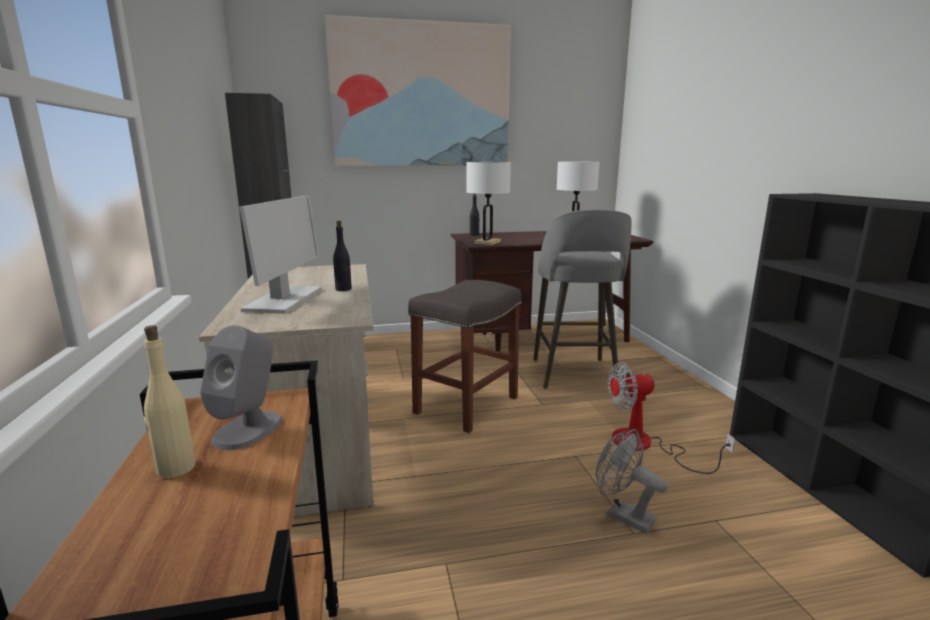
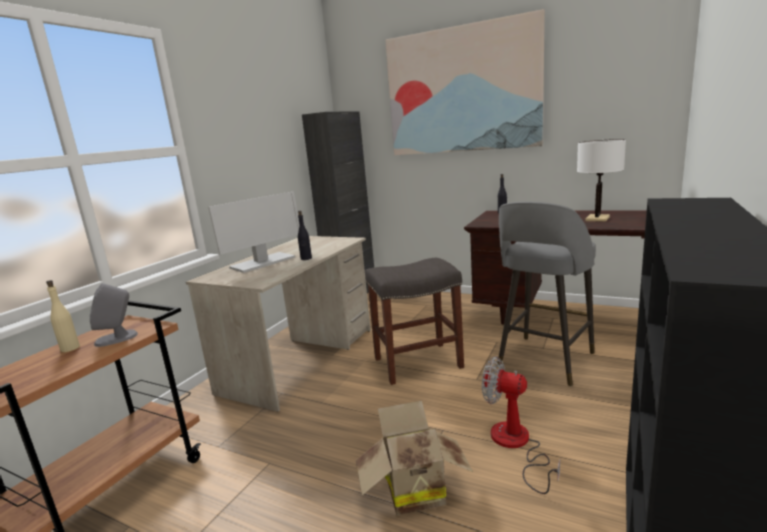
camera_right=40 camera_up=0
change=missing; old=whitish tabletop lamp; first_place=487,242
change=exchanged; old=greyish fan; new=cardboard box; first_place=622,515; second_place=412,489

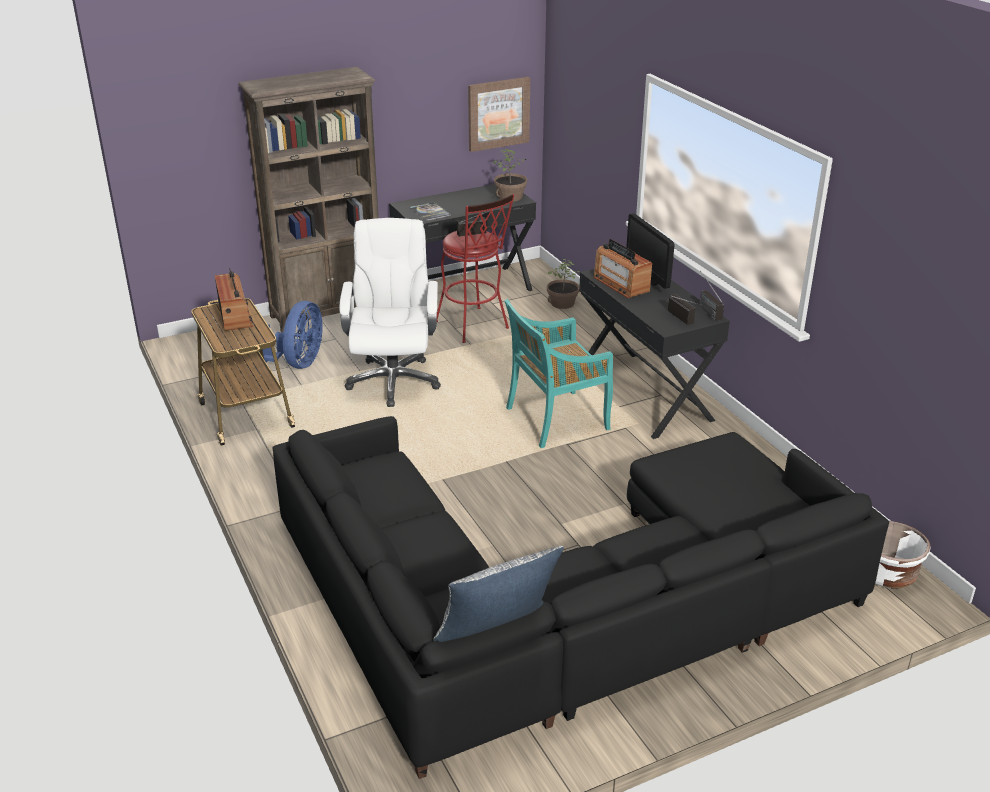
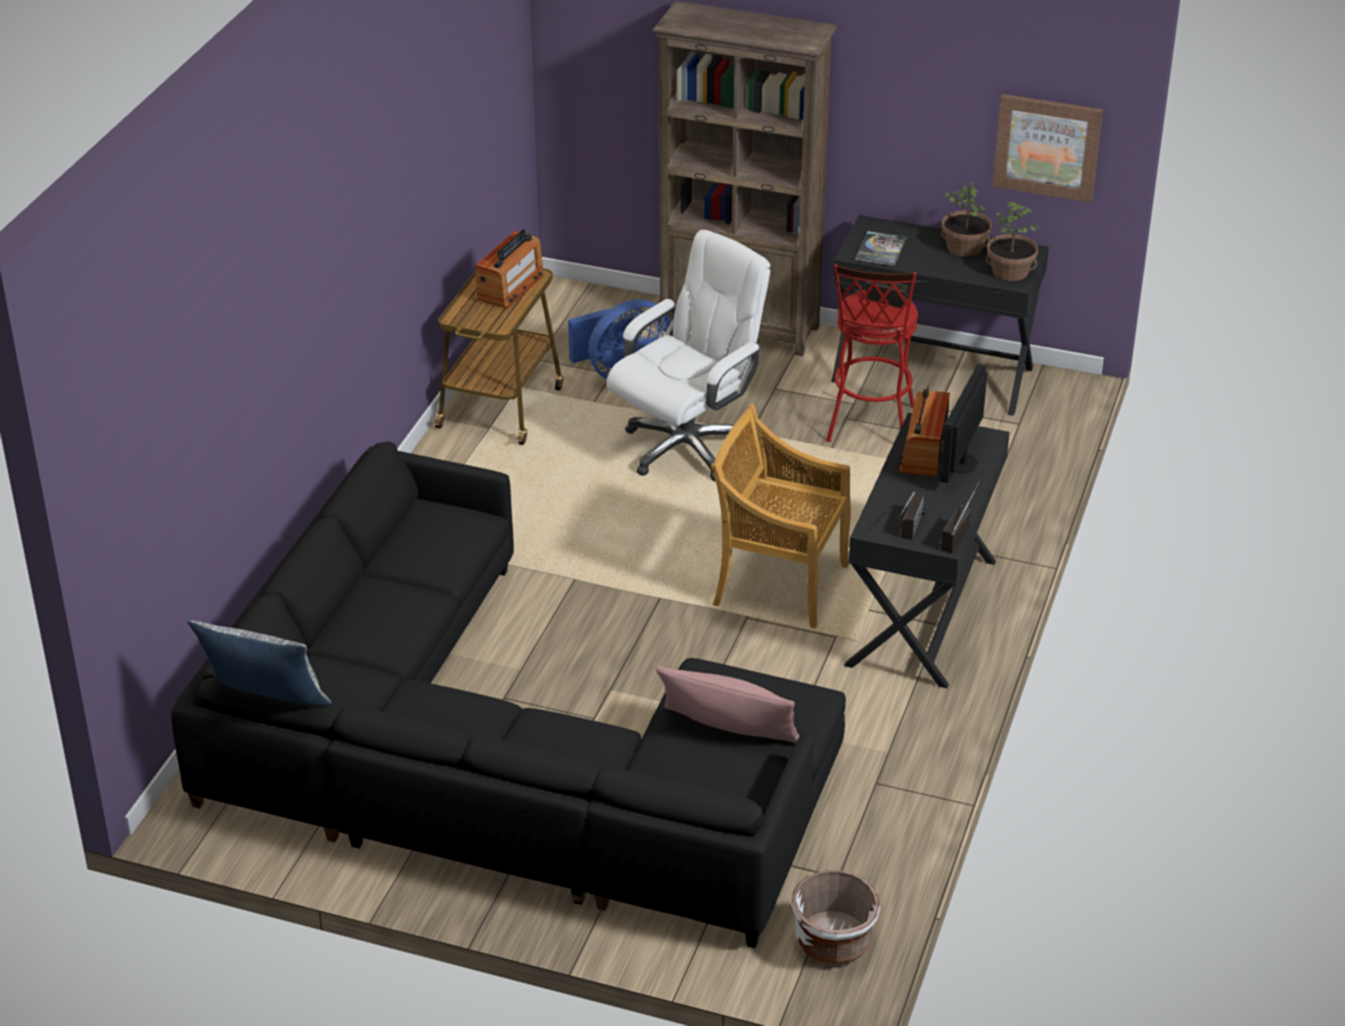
camera_right=45 camera_up=5
change=relocated; old=houseplant; first_place=562,303; second_place=965,247
change=colour; old=turquoise-coloured plain chair; new=beige plain chair; first_place=555,420; second_place=778,584
change=appeared; new=pinkish cushion; second_place=728,731

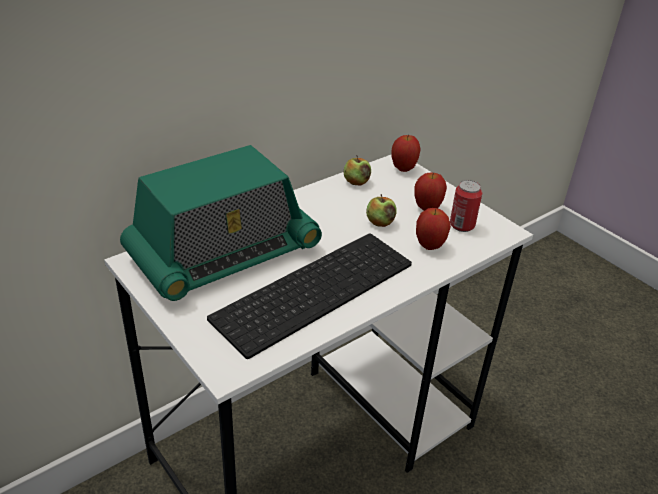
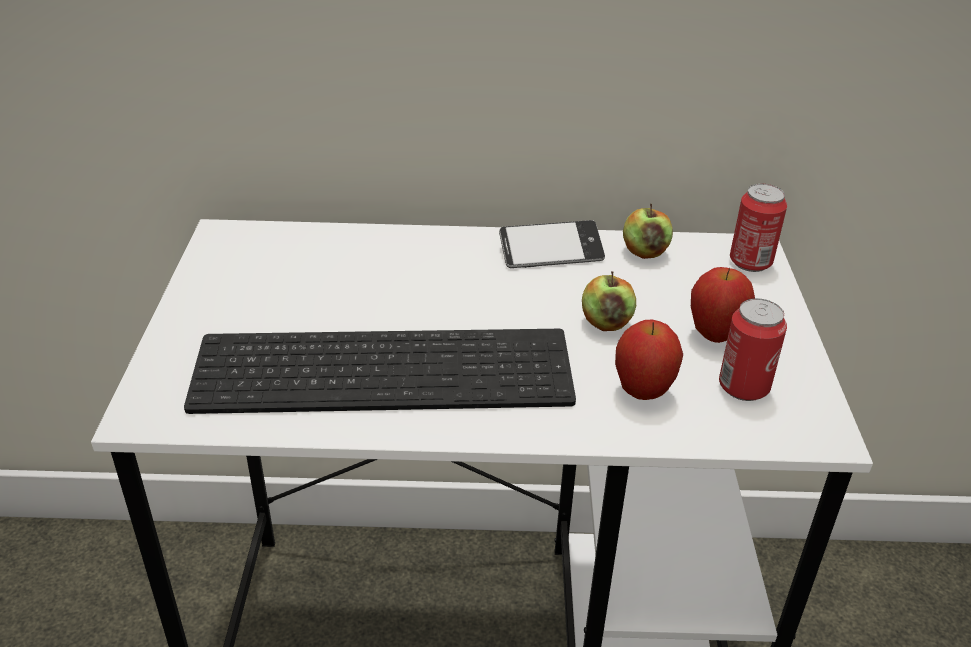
camera_right=40 camera_up=0
change=exchanged; old=apple; new=can; first_place=403,169; second_place=750,262
change=missing; old=radio receiver; first_place=223,253
change=appeared; new=phone; second_place=551,252

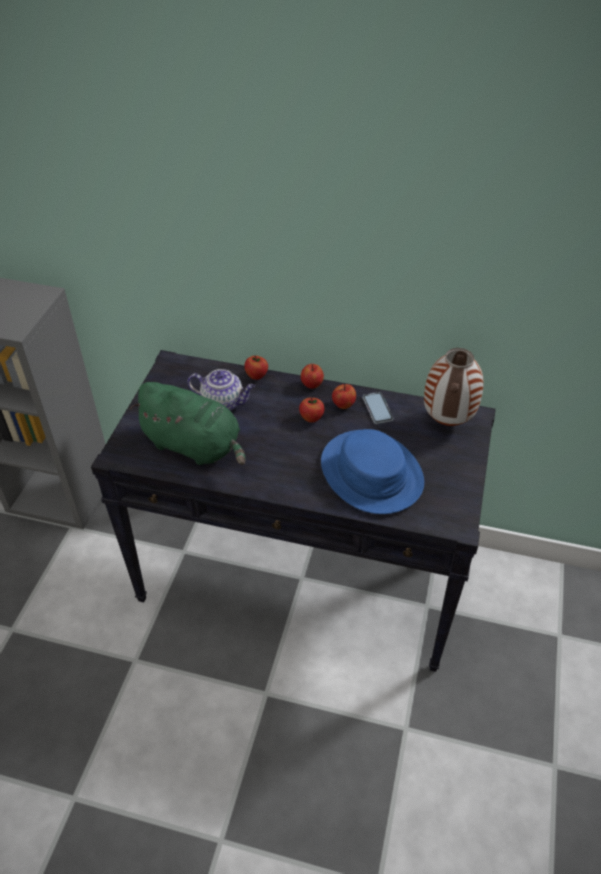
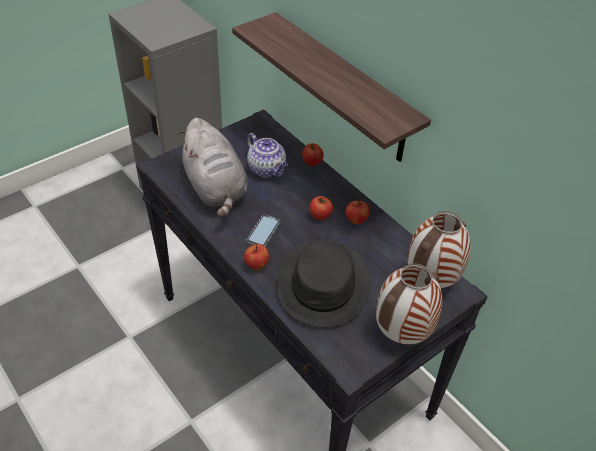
camera_right=35 camera_up=0
change=relocated; old=apple; first_place=312,385; second_place=256,265
change=colour; old=green plush toy; new=greyish plush toy; first_place=195,446; second_place=216,189
change=relocated; old=phone; first_place=377,408; second_place=263,231
change=colour; old=blue-coloured wearable hat; new=black wearable hat; first_place=372,472; second_place=323,284
change=appeared; new=bracket shelf; second_place=343,88
change=appeared; new=decorative vase; second_place=401,335

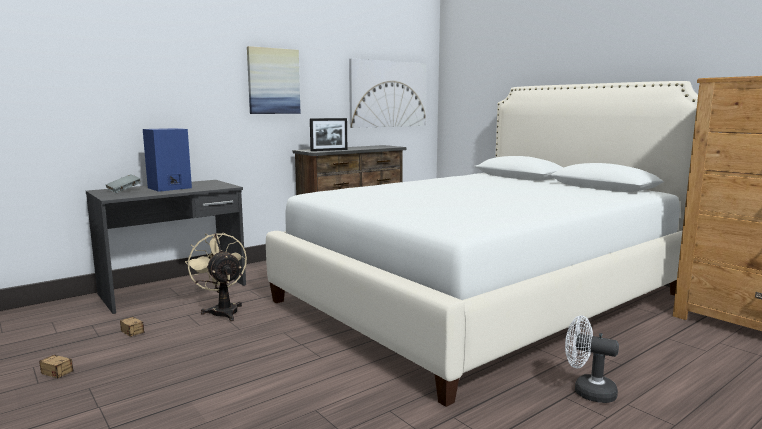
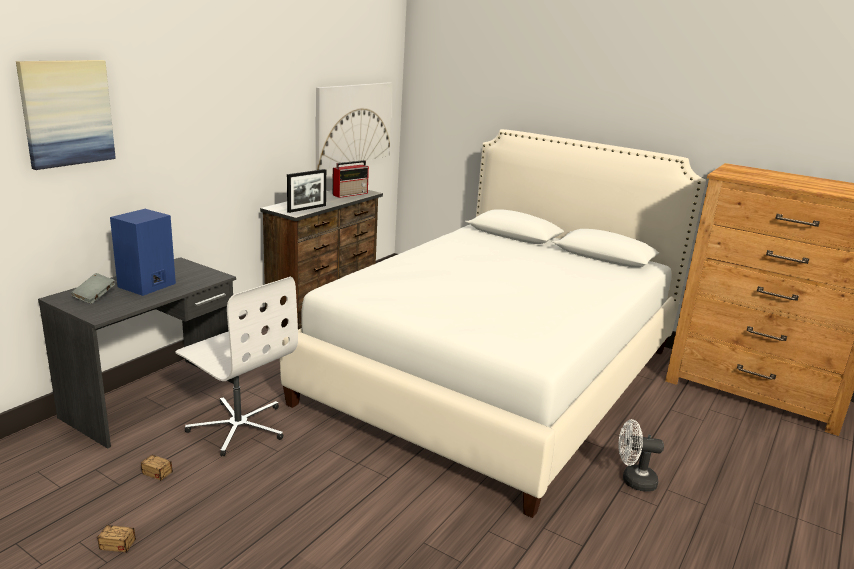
camera_right=-20 camera_up=10
change=relocated; old=wall picture; first_place=273,81; second_place=67,113
change=exchanged; old=beige fan; new=whitish computer chair; first_place=222,310; second_place=238,426
change=appeared; new=radio receiver; second_place=351,194

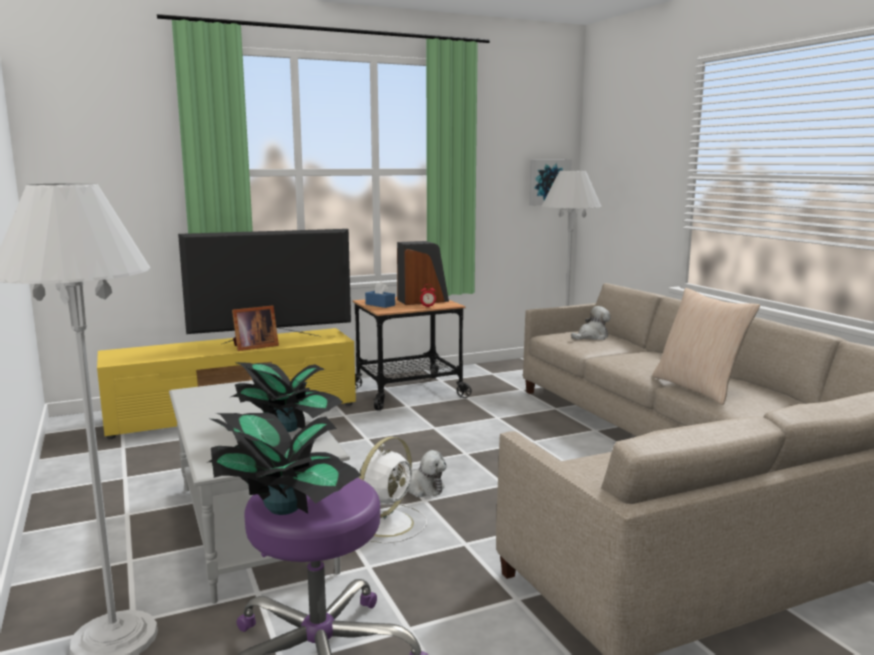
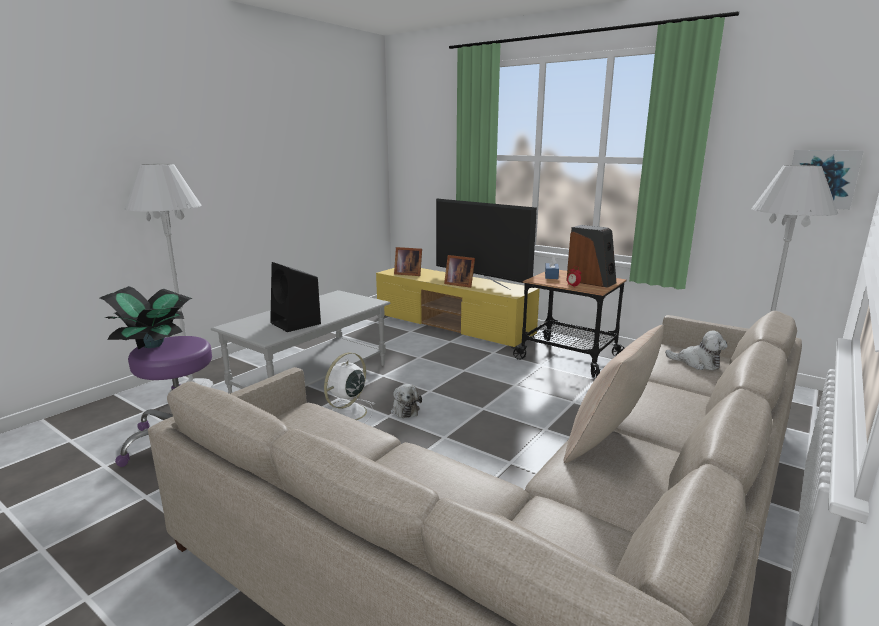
camera_right=60 camera_up=5
change=exchanged; old=houseplant; new=black audio speaker; first_place=286,428; second_place=296,323
change=spun; old=whitish fan; first_place=388,523; second_place=346,413; degrees=120
change=appeared; new=standing frame; second_place=407,274

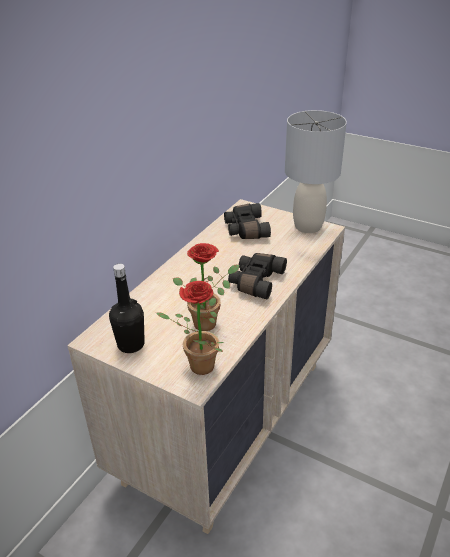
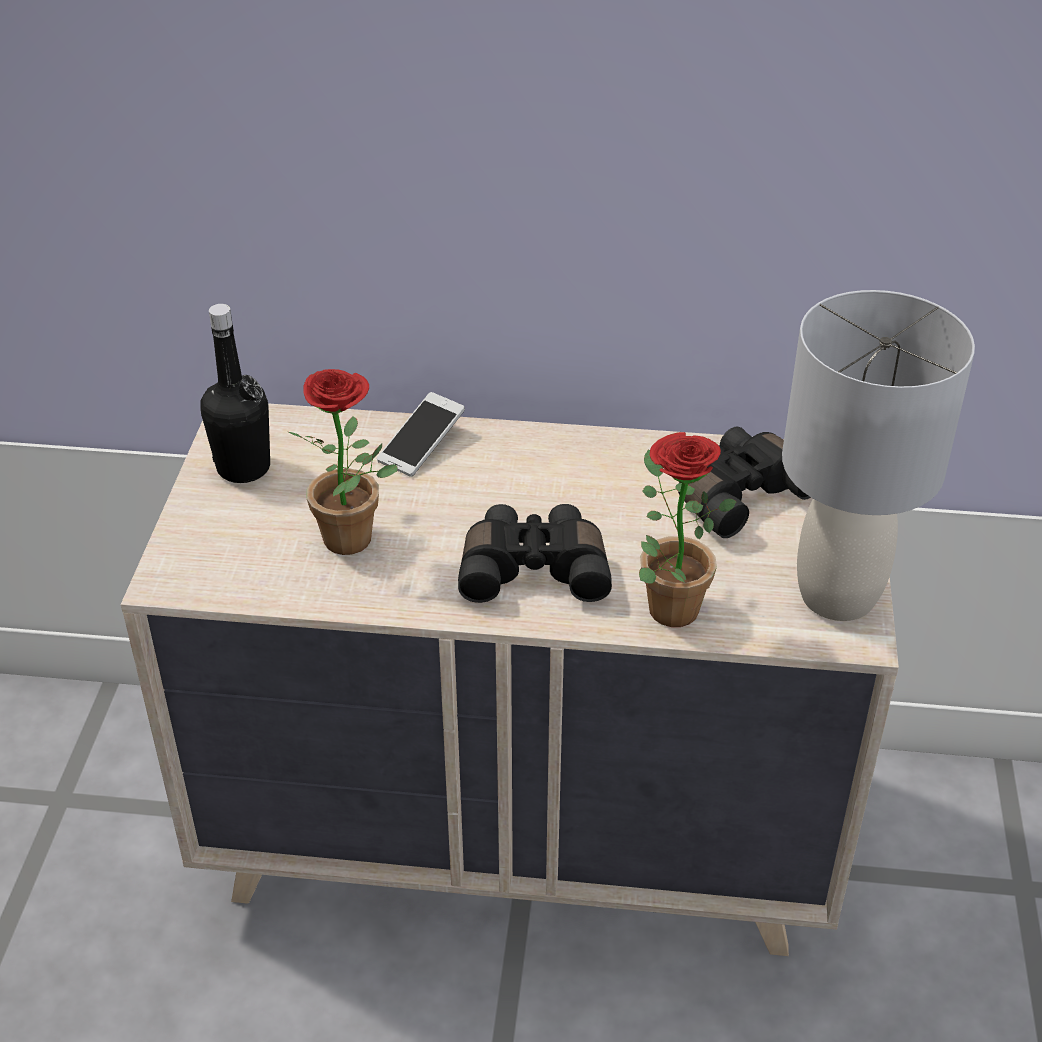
camera_right=65 camera_up=5
change=relocated; old=houseplant; first_place=196,367; second_place=665,603
change=appeared; new=phone; second_place=421,446

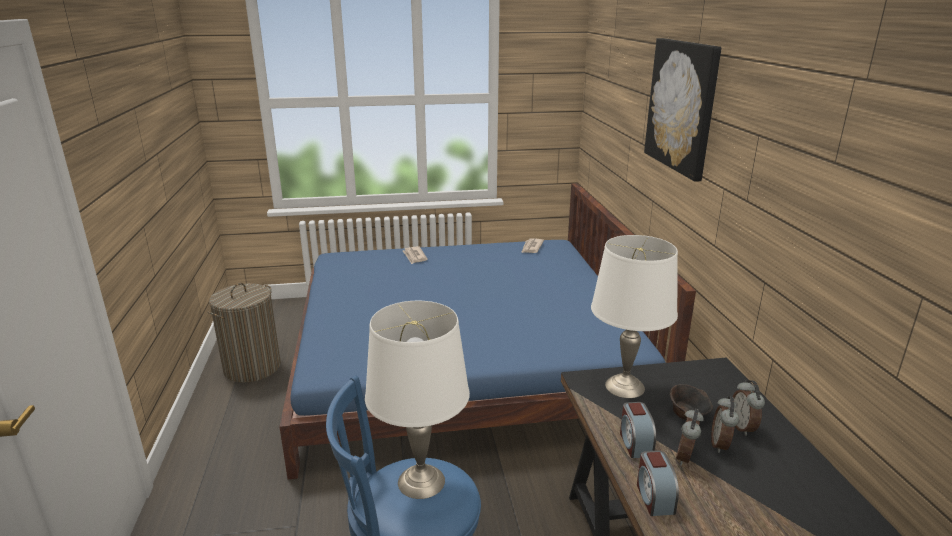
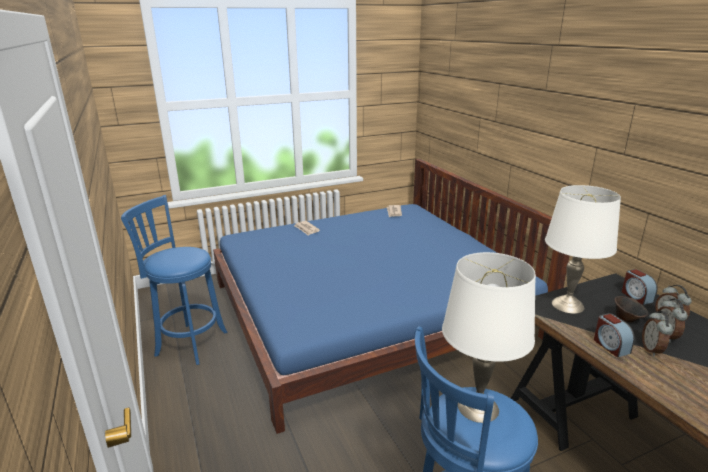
camera_right=-15 camera_up=0
change=missing; old=wall picture; first_place=682,106
change=exchanged; old=washing basket; new=blue-coloured sitting stool; first_place=252,367; second_place=188,343
change=relocated; old=table clock; first_place=654,497; second_place=636,296

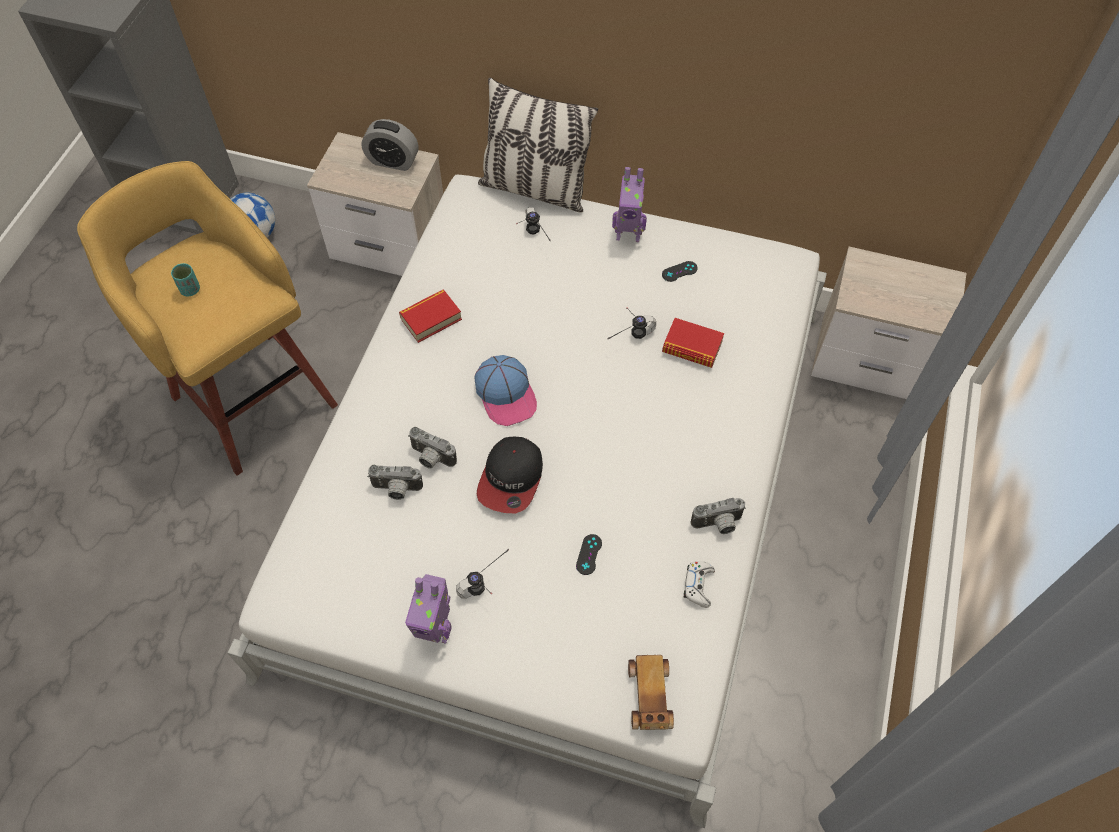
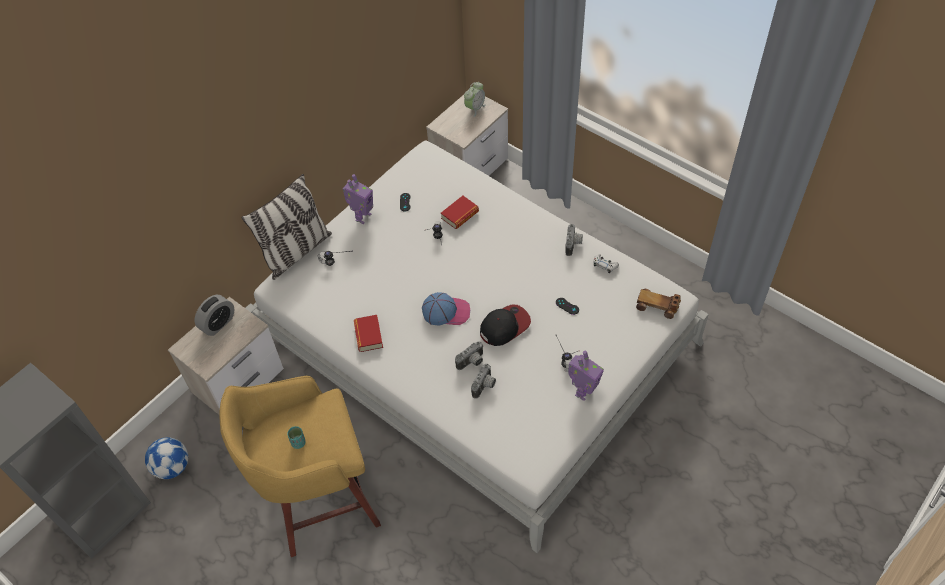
camera_right=-65 camera_up=-5
change=spun; old=cap; first_place=511,478; second_place=504,326; degrees=-75
change=appeared; new=table clock; second_place=475,108

